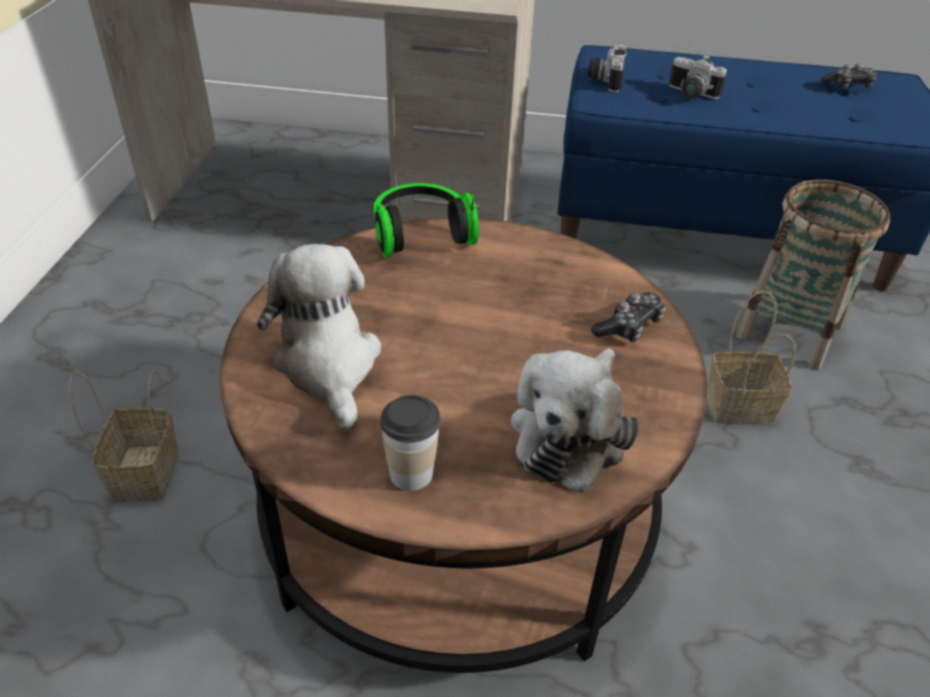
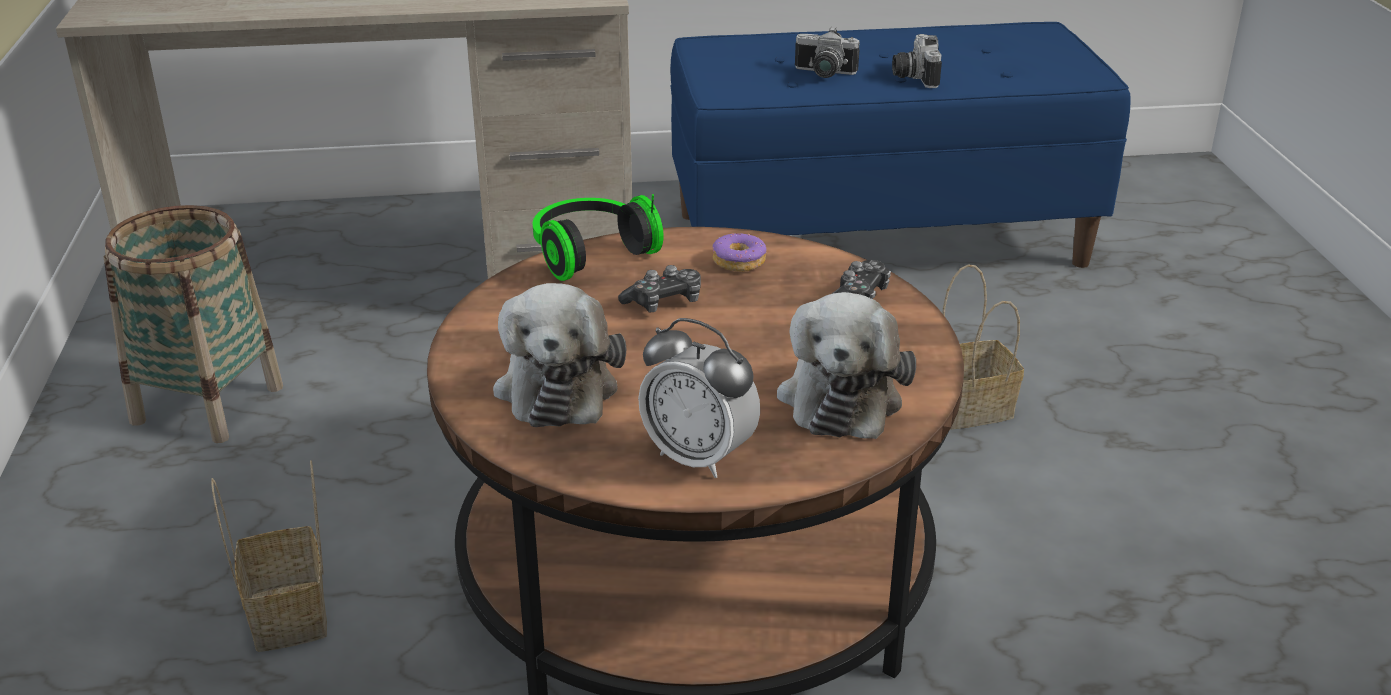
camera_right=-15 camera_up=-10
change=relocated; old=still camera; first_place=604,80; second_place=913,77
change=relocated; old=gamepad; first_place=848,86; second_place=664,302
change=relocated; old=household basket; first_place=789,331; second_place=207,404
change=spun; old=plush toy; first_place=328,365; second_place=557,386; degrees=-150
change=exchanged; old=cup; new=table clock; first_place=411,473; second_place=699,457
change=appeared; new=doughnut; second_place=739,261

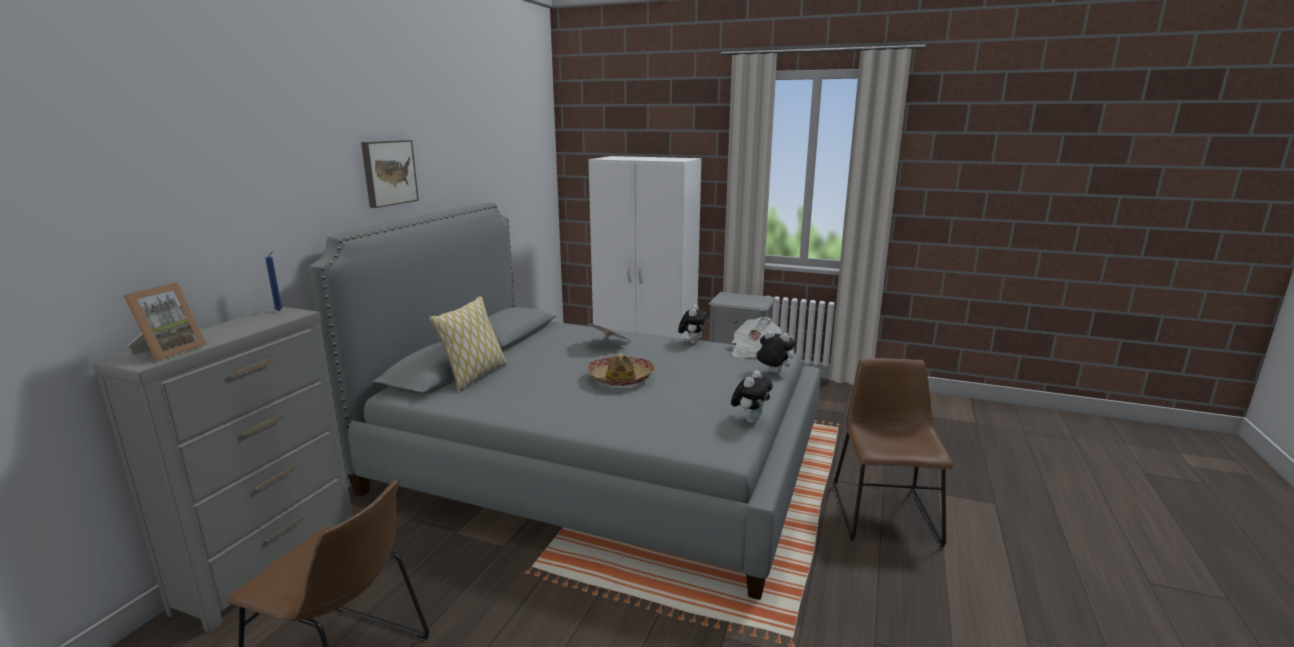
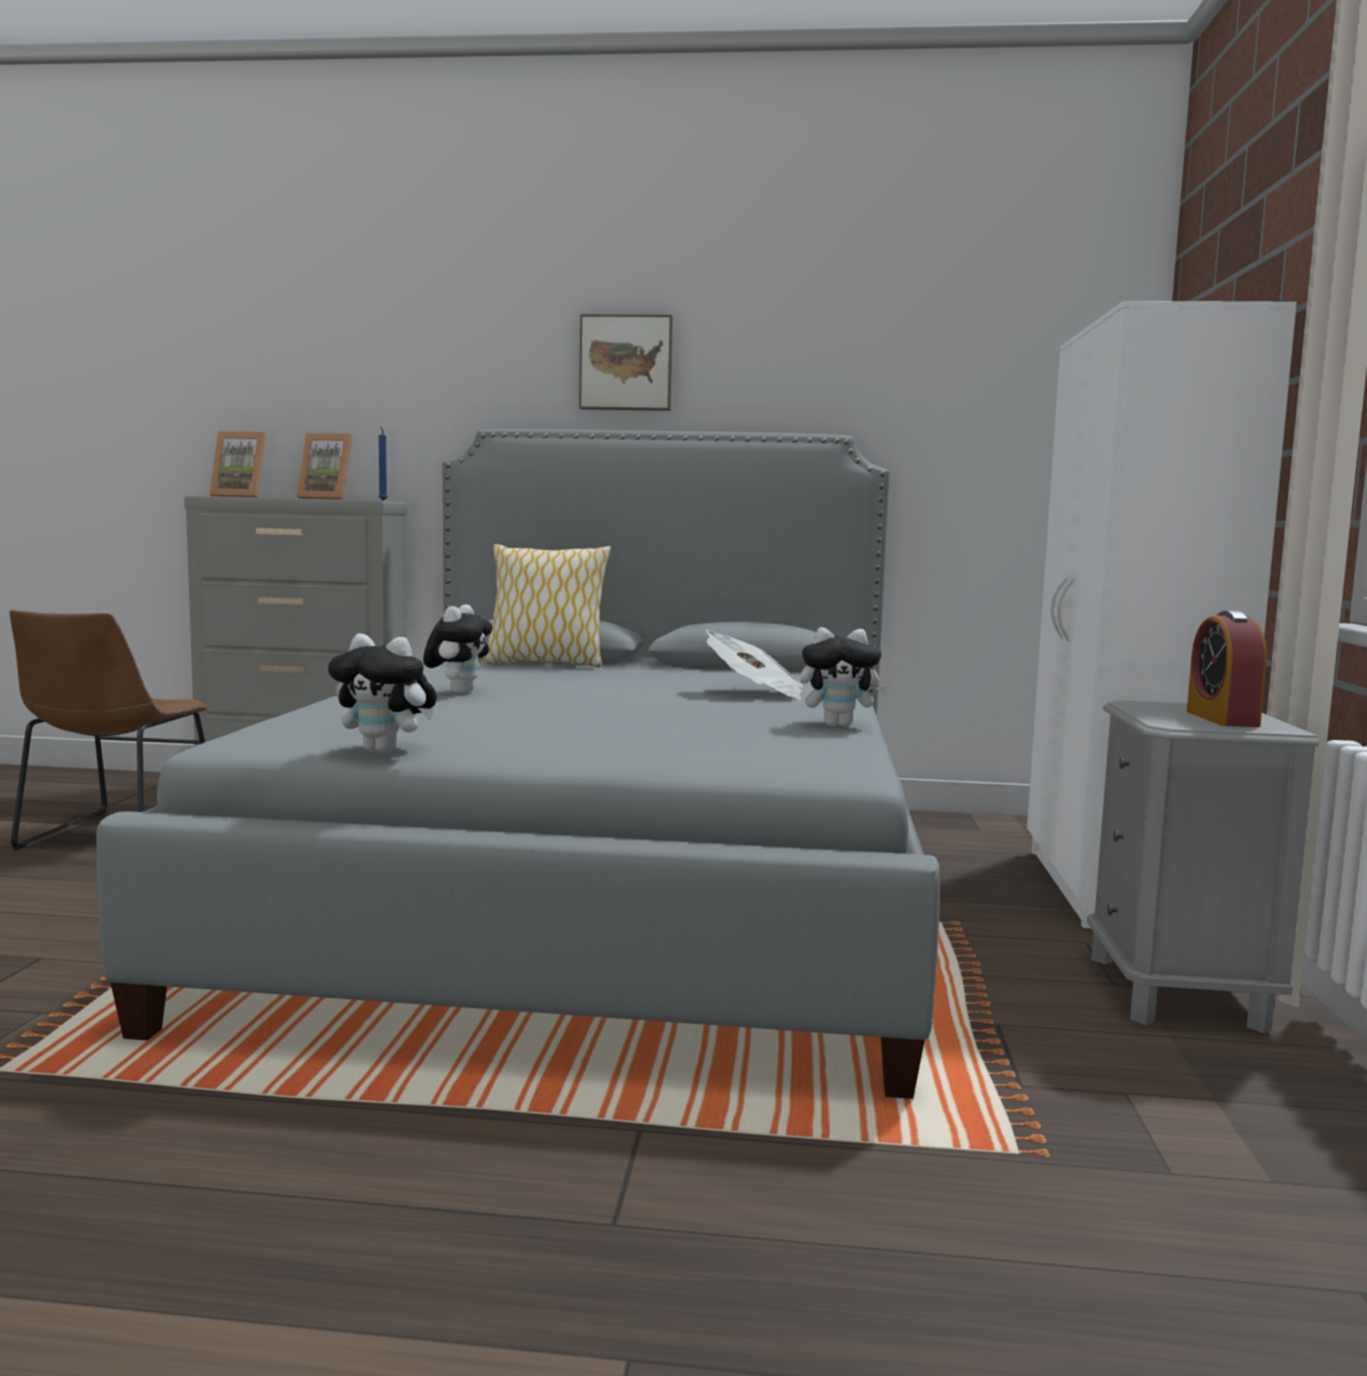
camera_right=75 camera_up=-10
change=missing; old=daily paper; first_place=753,351
change=relocated; old=plush toy; first_place=773,372; second_place=458,692
change=missing; old=wearable hat; first_place=621,378
change=missing; old=brown plain chair; first_place=884,510
change=appeared; new=standing frame; second_place=328,499
change=appeared; new=table clock; second_place=1222,719

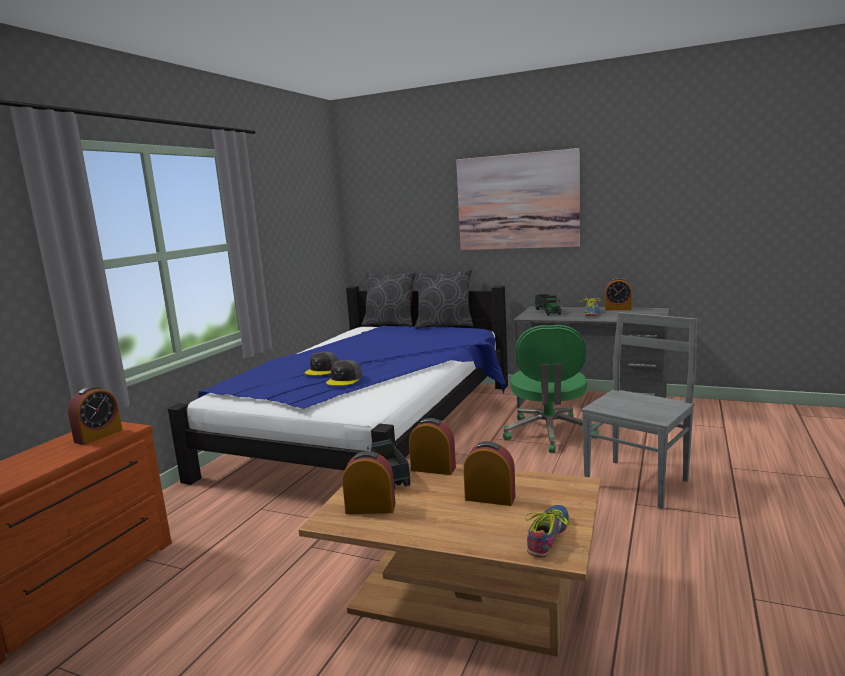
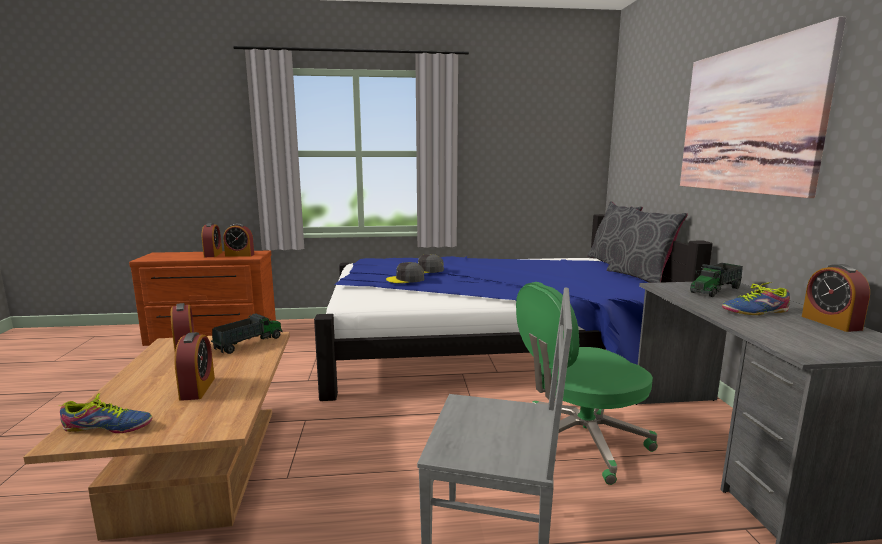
camera_right=60 camera_up=0
change=relocated; old=table clock; first_place=433,468; second_place=213,254

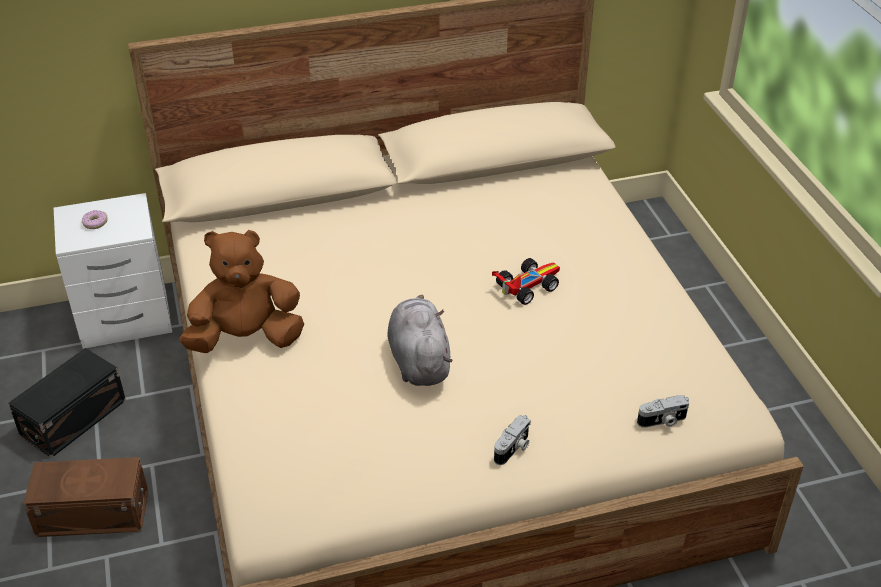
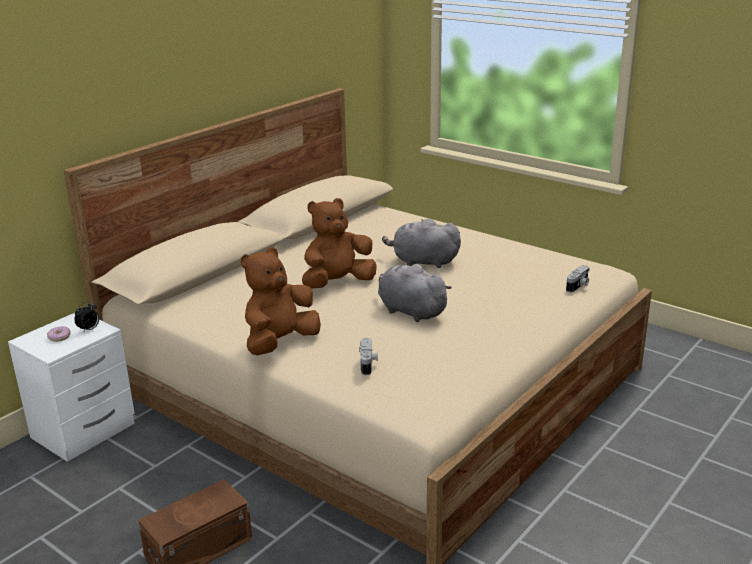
camera_right=-35 camera_up=-15
change=exchanged; old=model car; new=greyish plush toy; first_place=526,286; second_place=422,262
change=missing; old=black storage container; first_place=75,418
change=relocated; old=still camera; first_place=513,448; second_place=368,364
change=appeared; new=brown plush toy; second_place=337,283
change=appeared; new=table clock; second_place=89,329

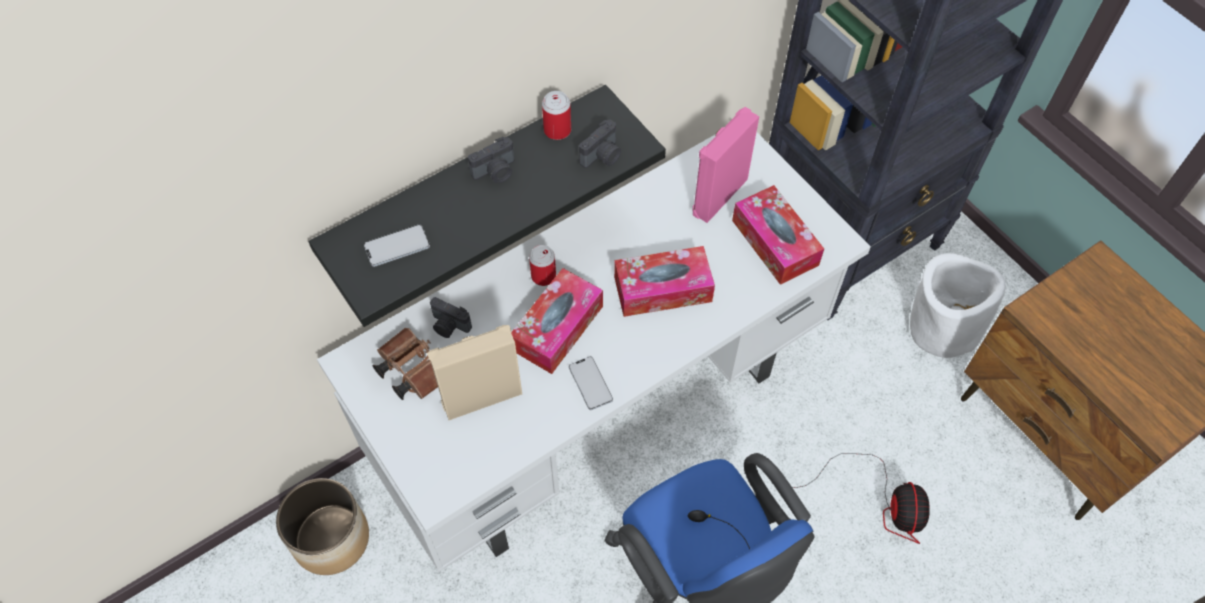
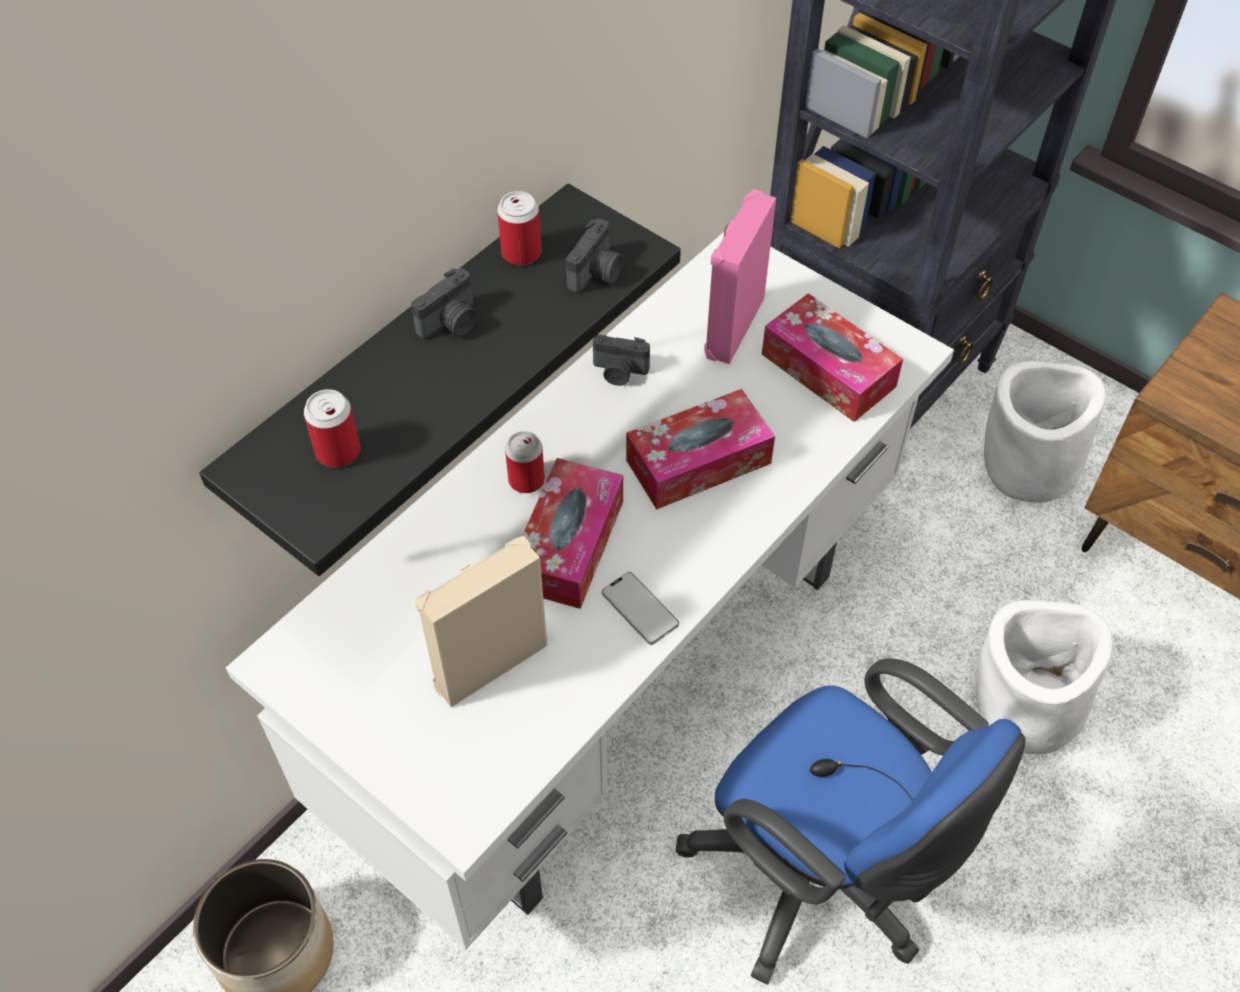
camera_right=-15 camera_up=-5
change=exchanged; old=phone; new=can; first_place=397,246; second_place=338,451
change=relocated; old=still camera; first_place=449,326; second_place=619,372
change=missing; old=brown binoculars; first_place=411,370
change=exchanged; old=fan; new=whitish flower pot; first_place=880,502; second_place=1025,706

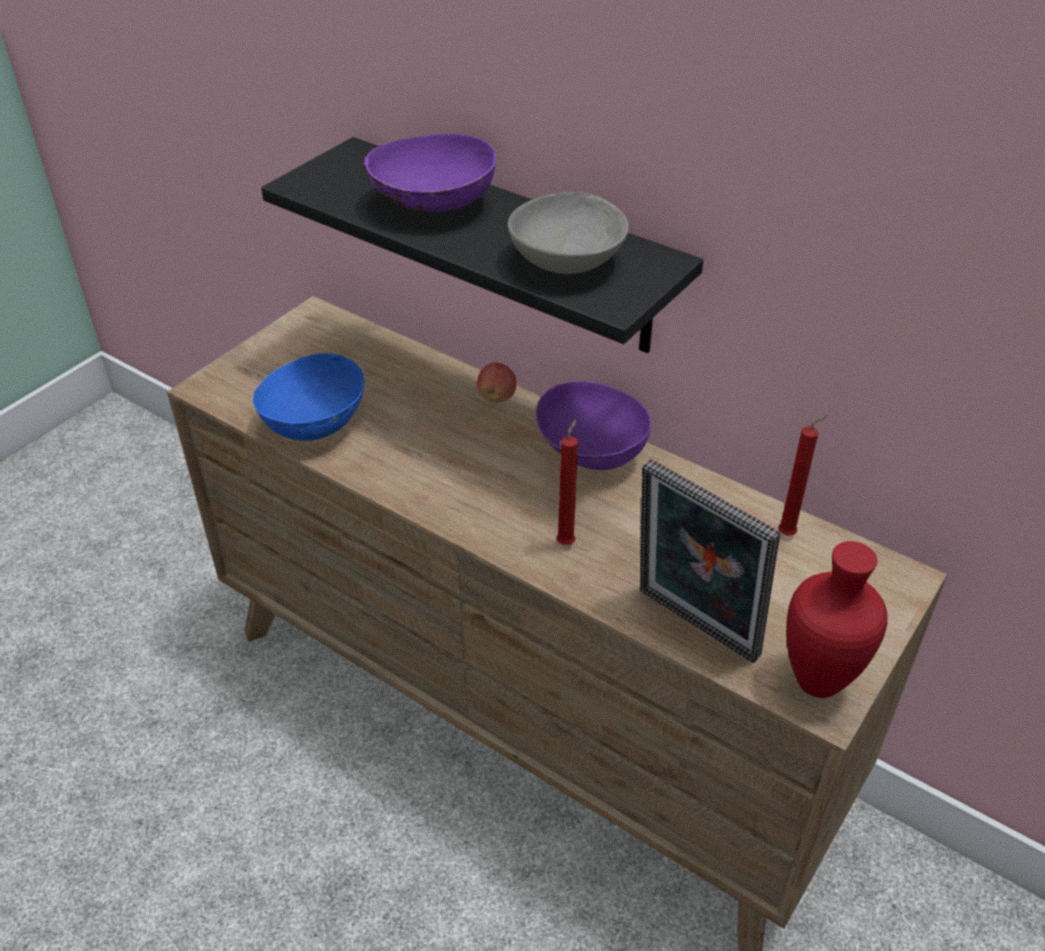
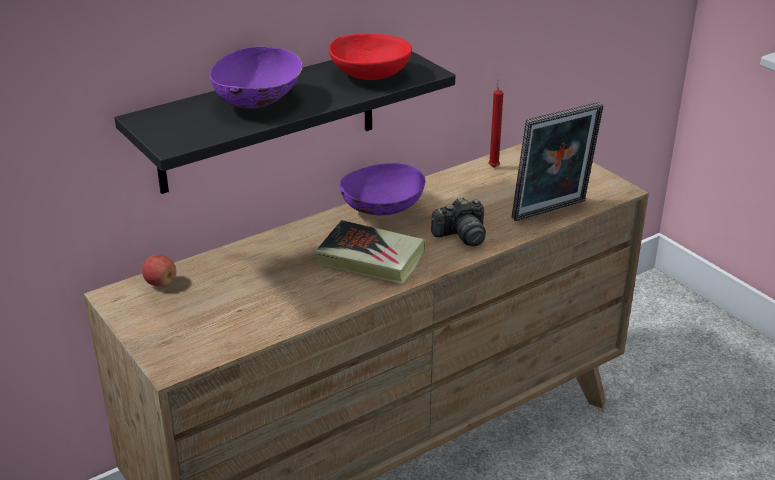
camera_right=-70 camera_up=-10
change=colour; old=greyish serving bowl; new=reddish serving bowl; first_place=565,261; second_place=369,76
change=missing; old=blue-coloured serving bowl; first_place=314,422
change=relocated; old=apple; first_place=497,397; second_place=160,283
change=exchanged; old=reddish wax light; new=still camera; first_place=567,542; second_place=461,236
change=missing; old=reddish decorative vase; first_place=816,679
change=appeared; new=volume; second_place=370,258

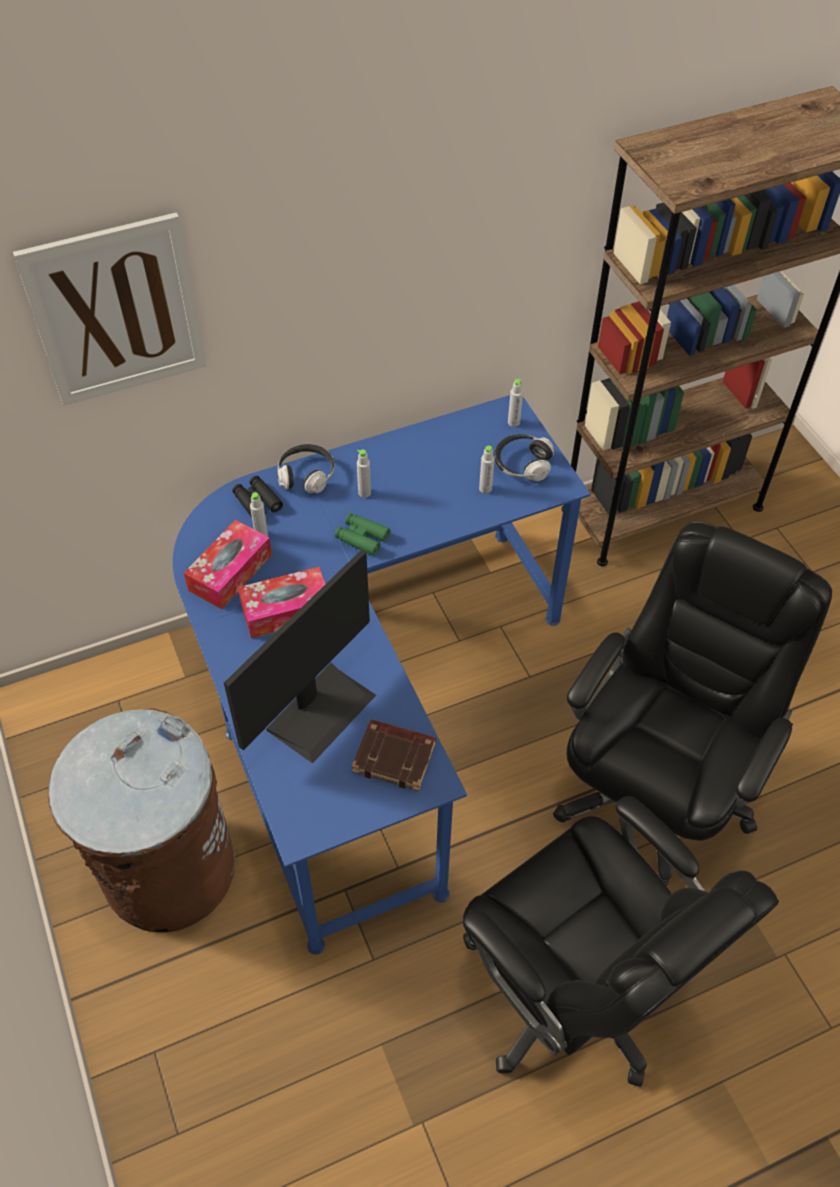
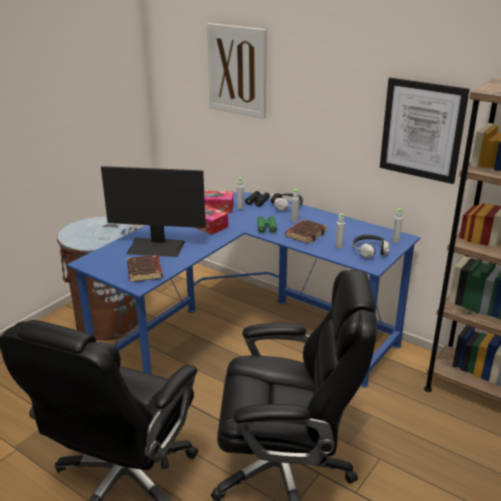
camera_right=60 camera_up=-25
change=appeared; new=wall picture; second_place=422,130
change=appeared; new=brown volume; second_place=305,234

